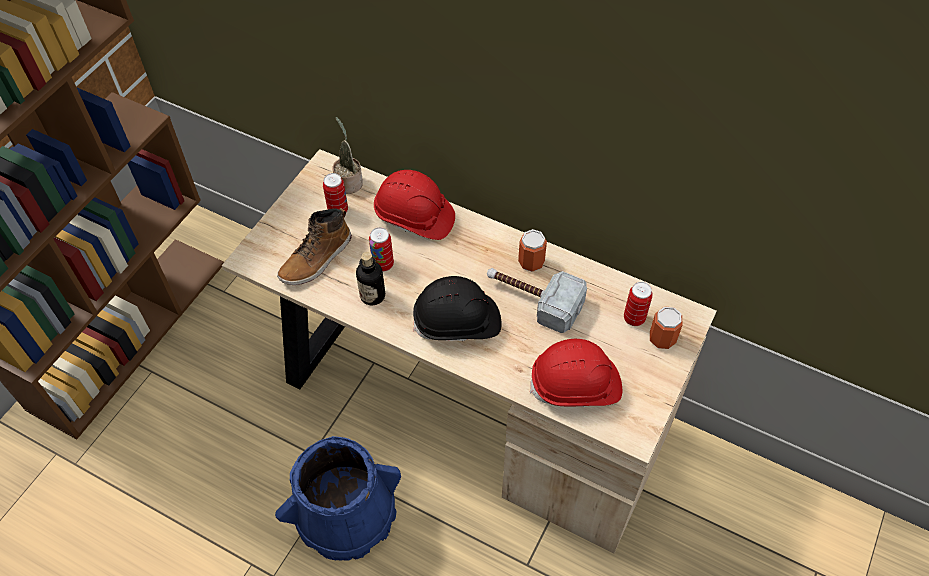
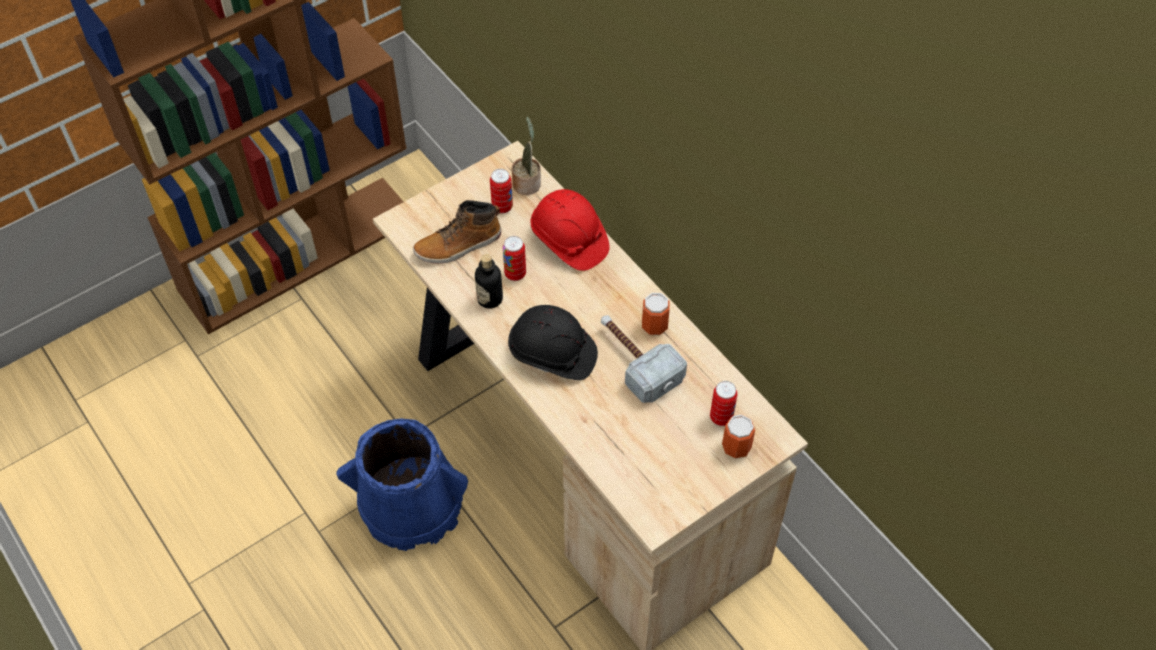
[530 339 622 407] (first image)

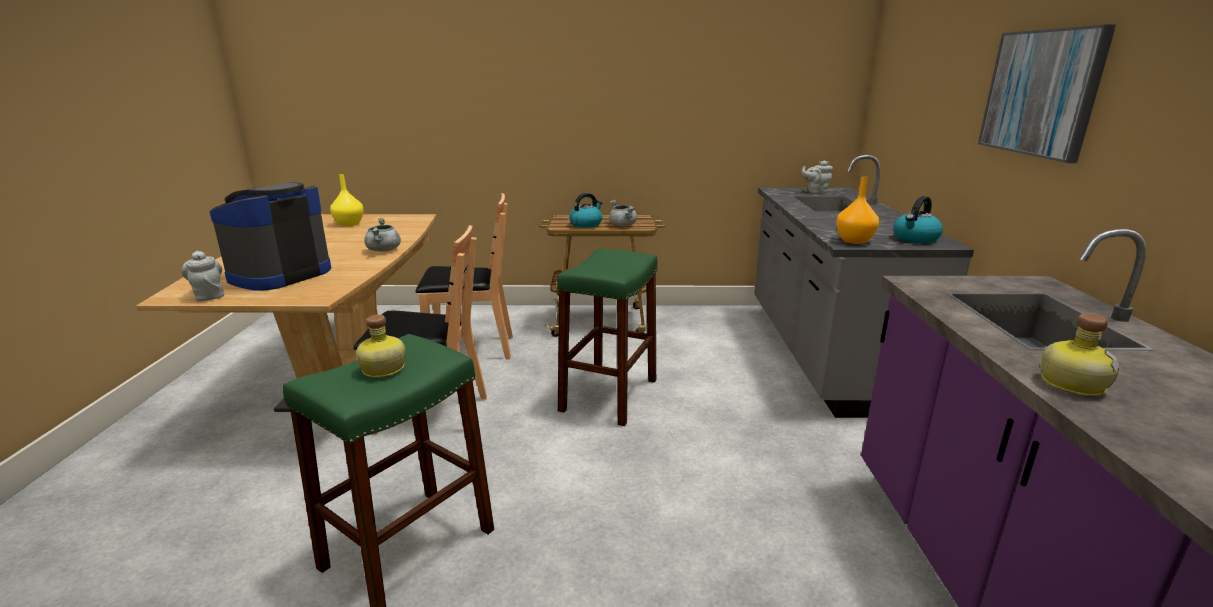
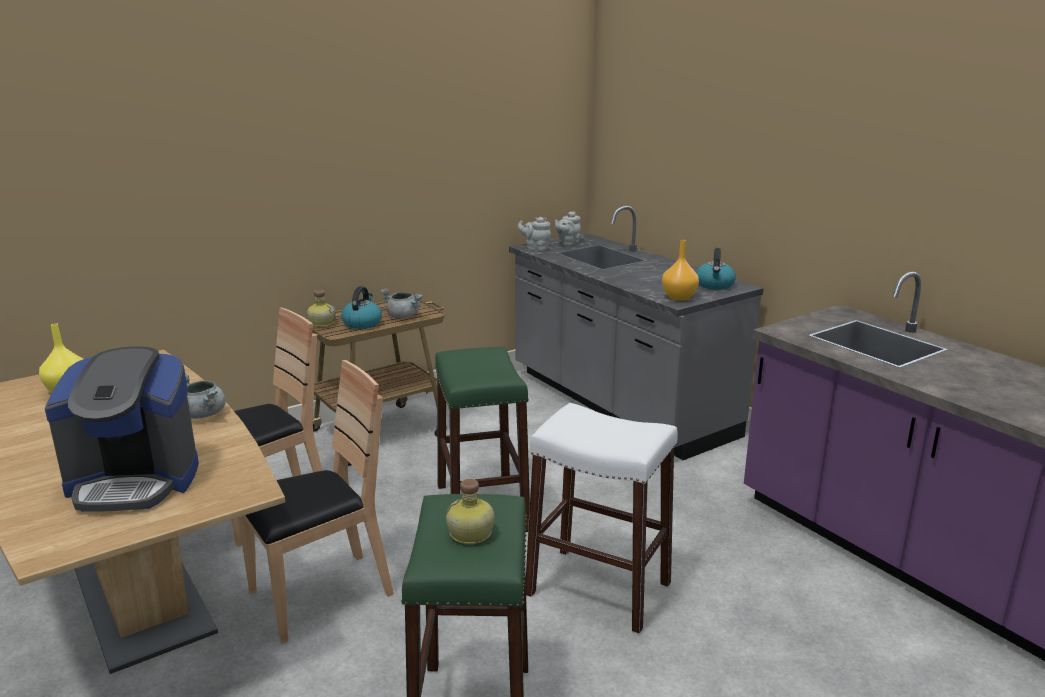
[45 346 199 512]
[307 290 336 327]
[517 217 551 251]
[526 403 678 634]
[978 25 1116 163] (first image)

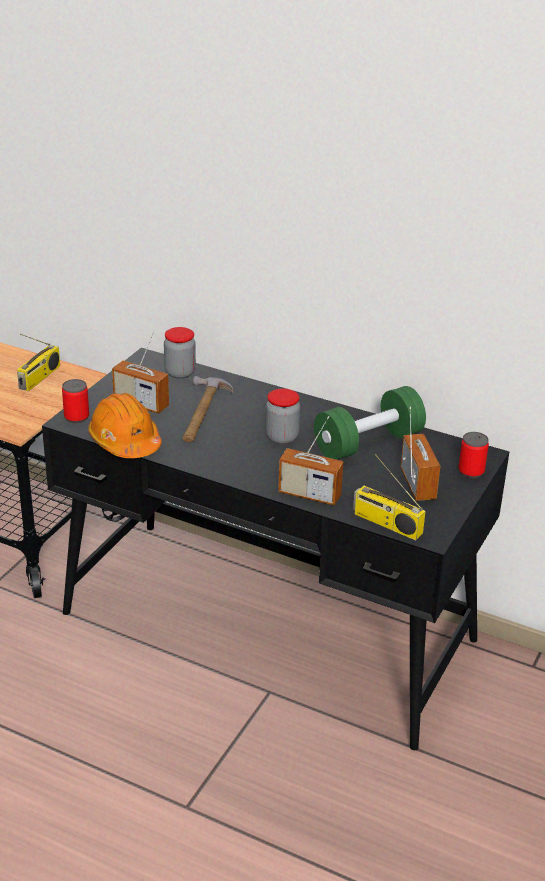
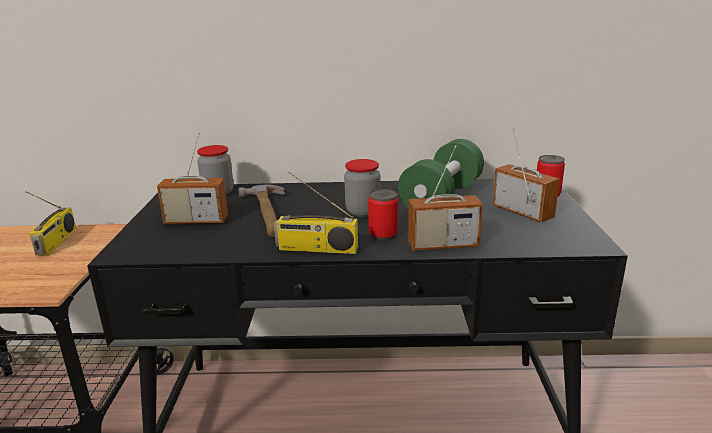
[274 172 358 254]
[368 189 398 241]
[88 393 162 458] (first image)

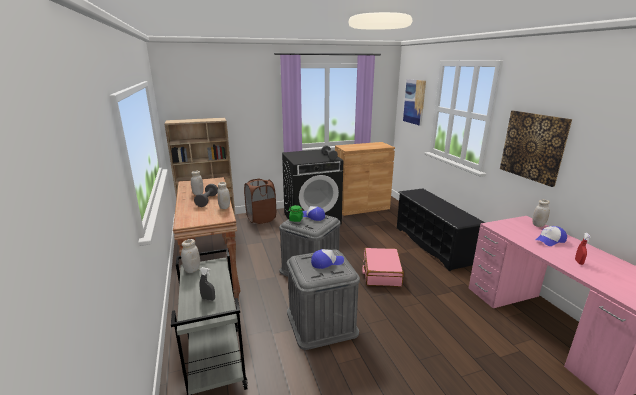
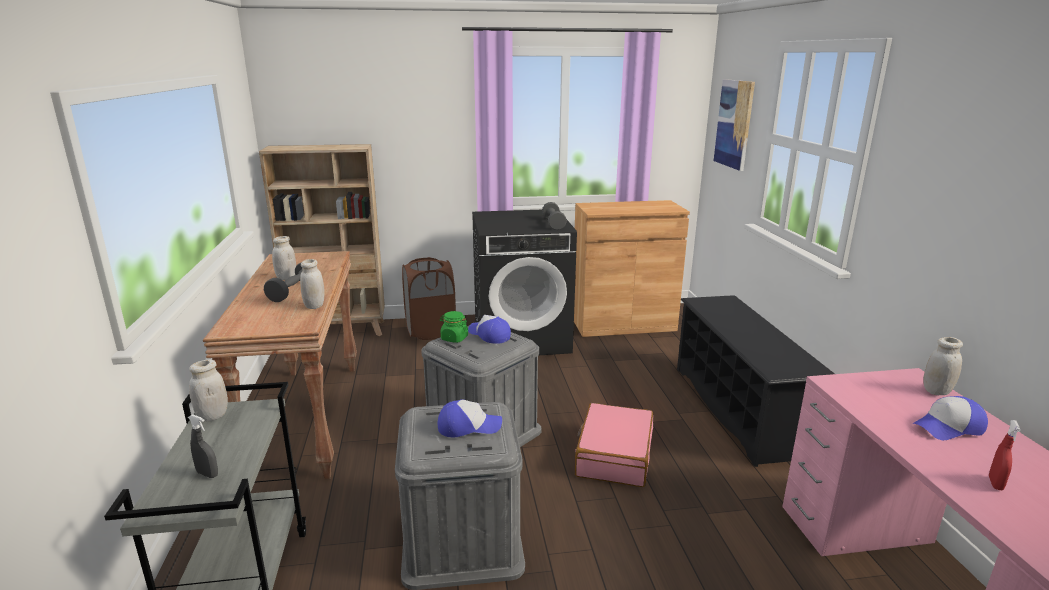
[500 110 572 187] (first image)

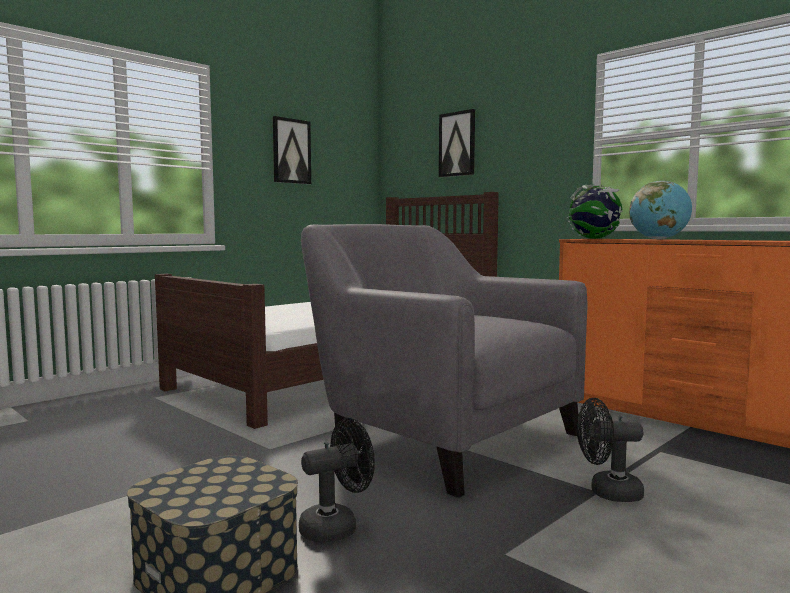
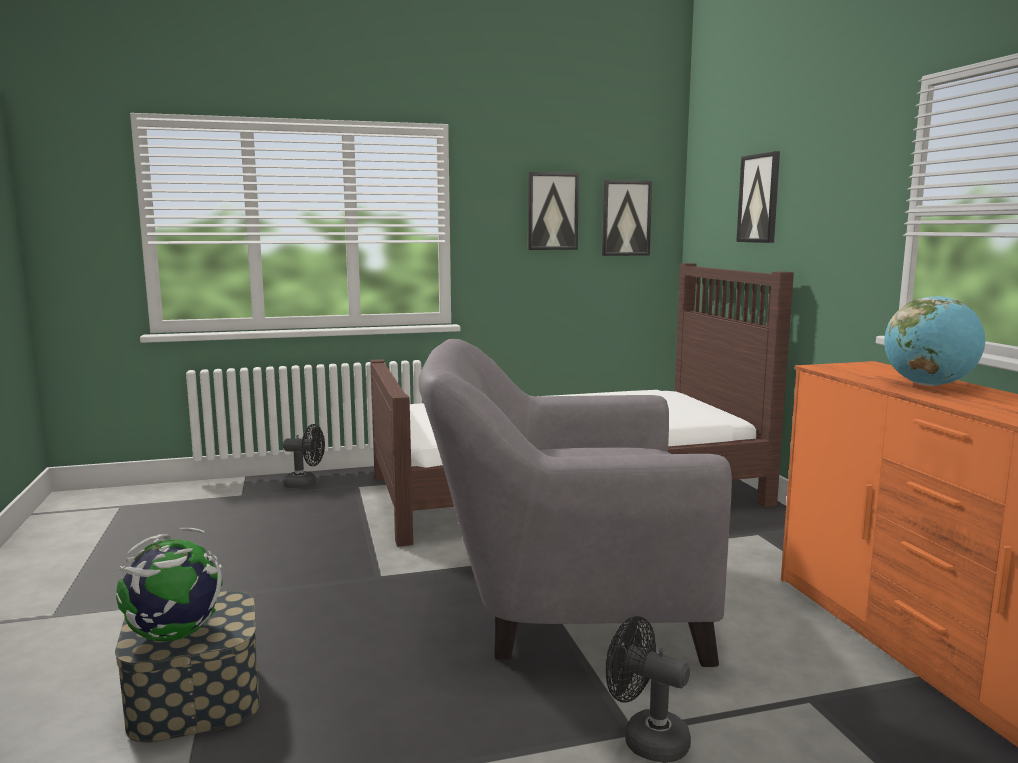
[116 528 223 642]
[283 424 325 489]
[418 339 732 667]
[602 180 652 256]

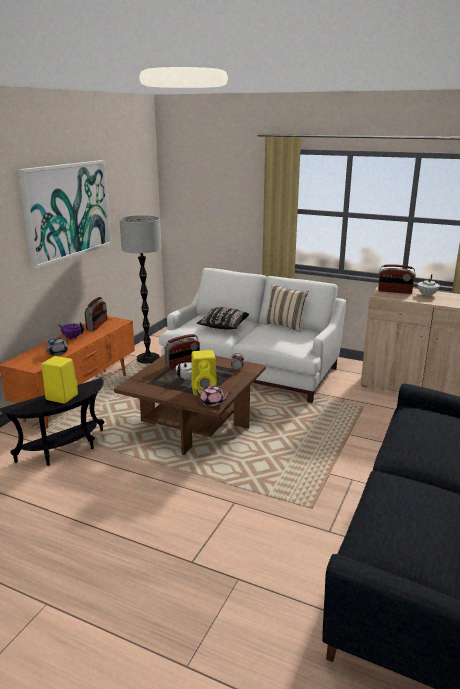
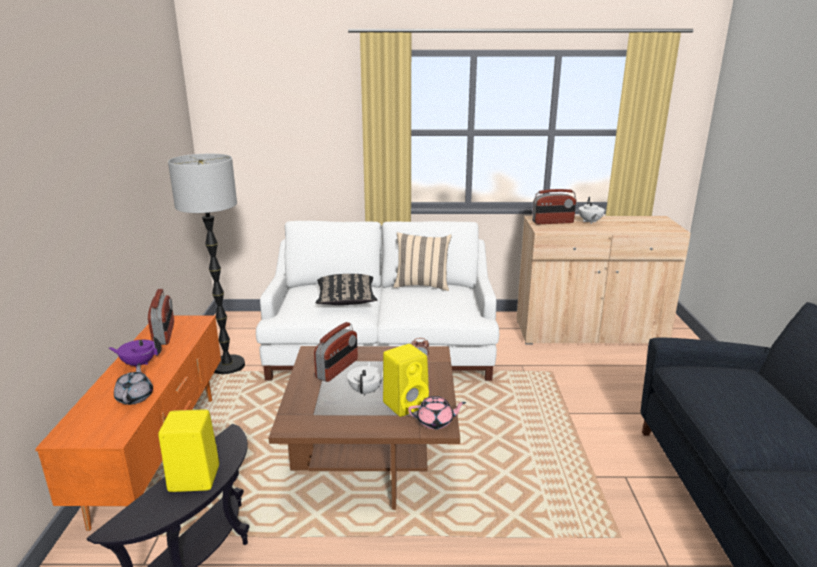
[18 160 112 269] (first image)

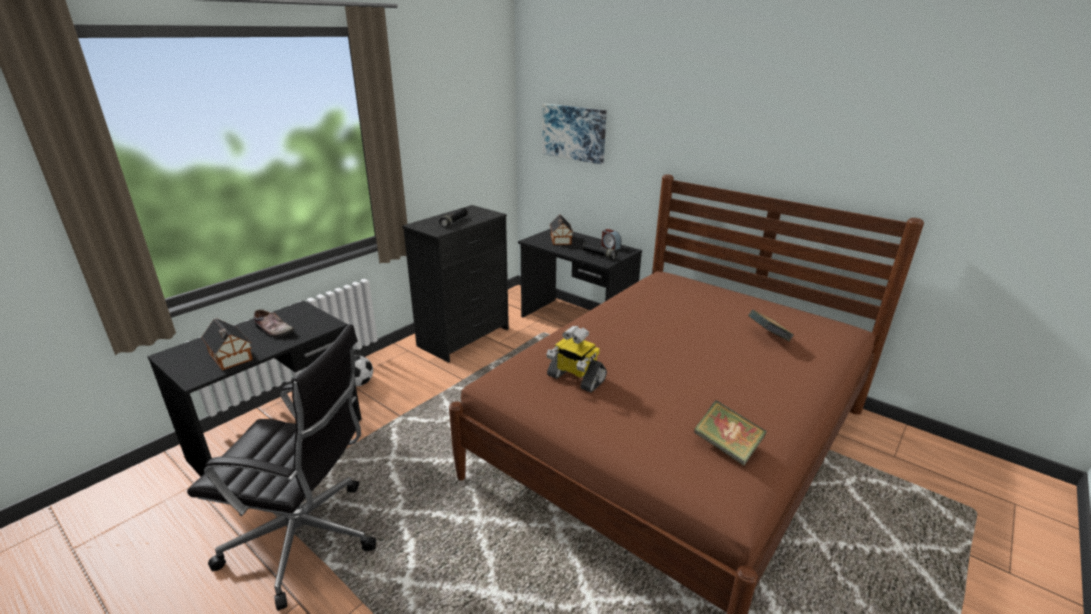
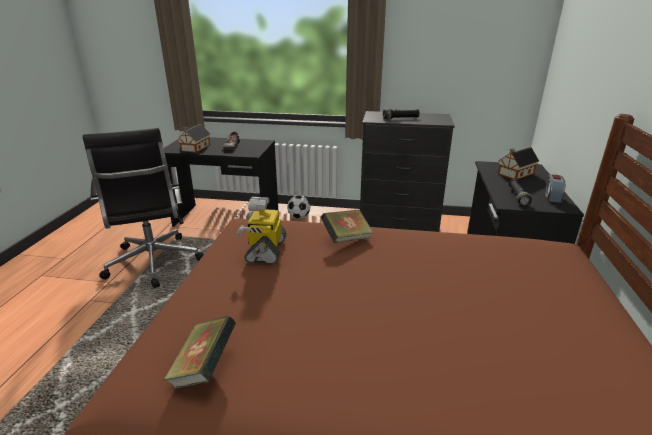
[321 209 374 243]
[542 104 607 164] (first image)

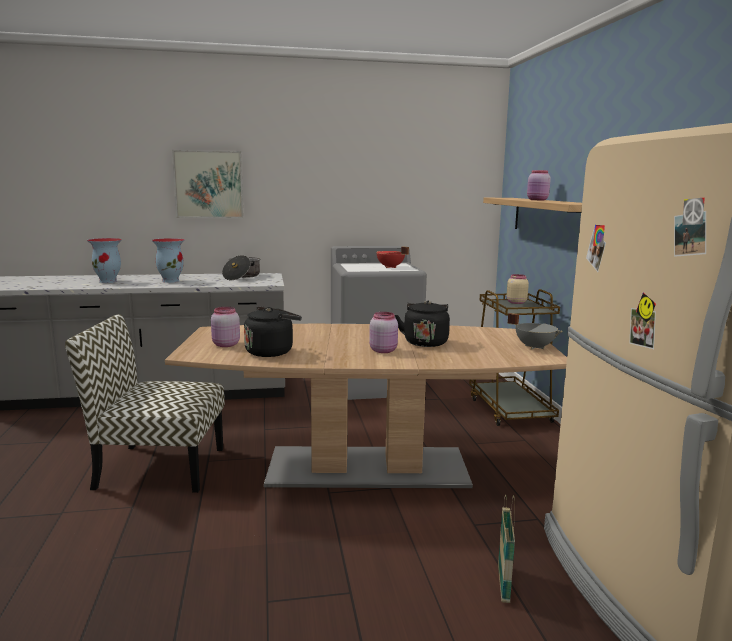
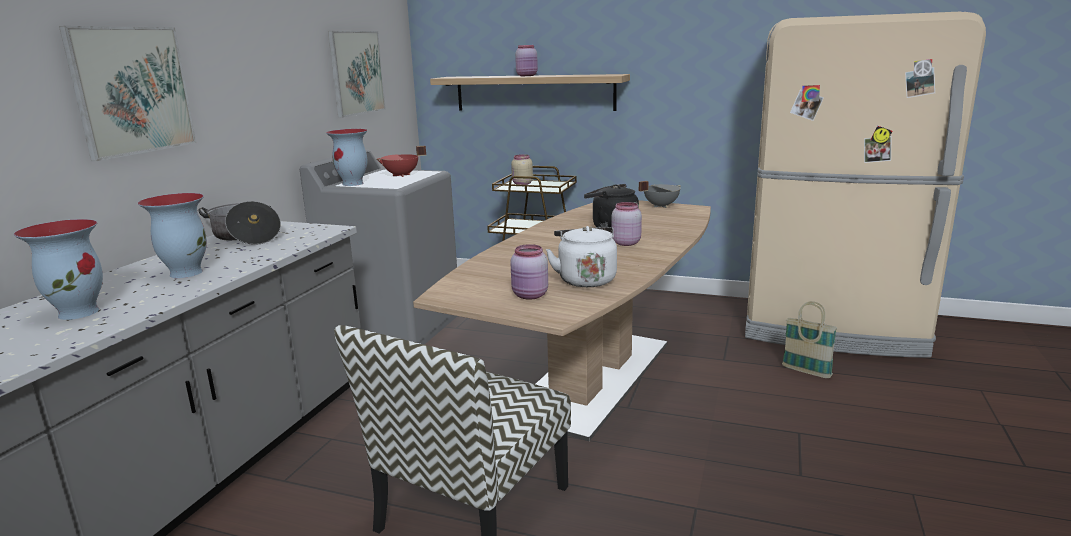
[326 129 368 186]
[328 31 386 118]
[546 226 617 287]

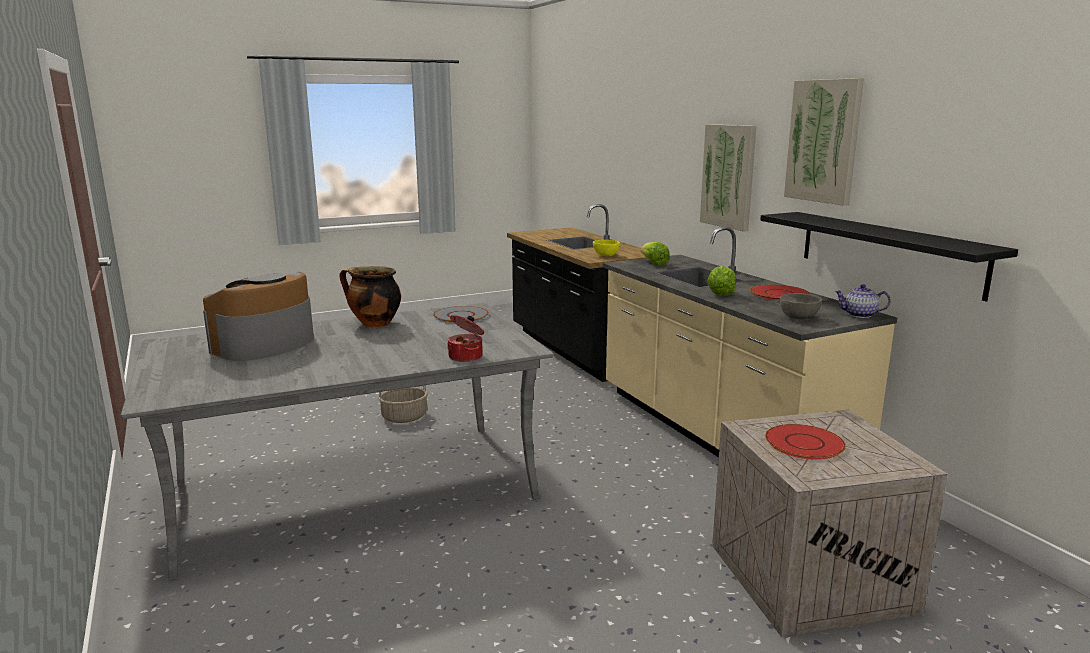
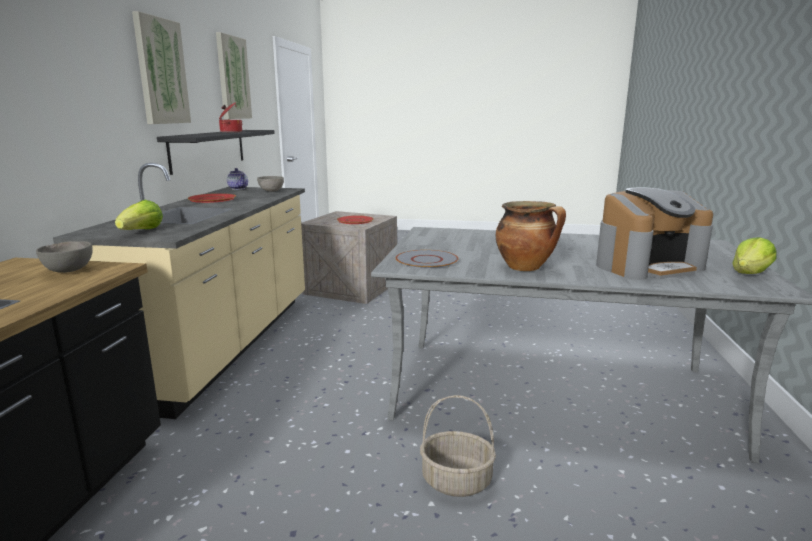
[36 241 93 273]
[216 32 252 119]
[219 102 242 133]
[733 237 777 274]

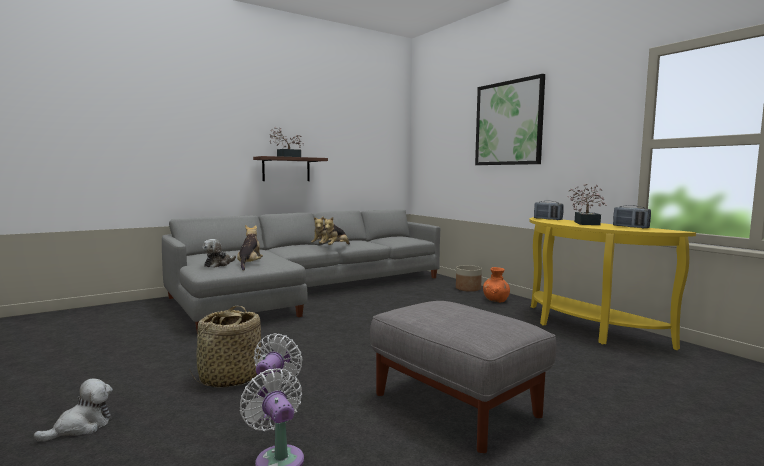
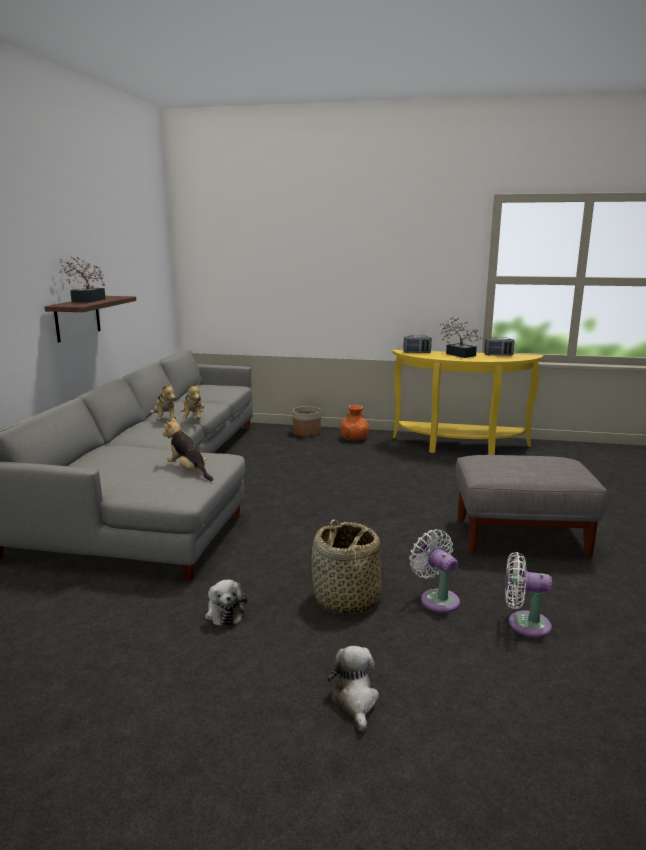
[205 580 247 627]
[475 74 545 165] (first image)

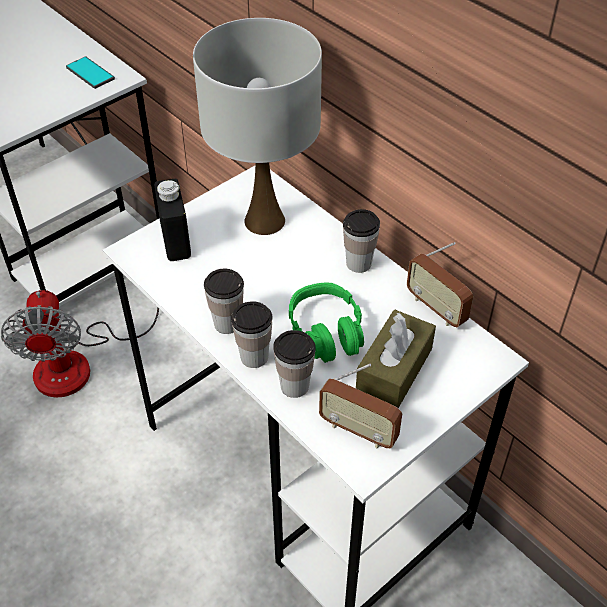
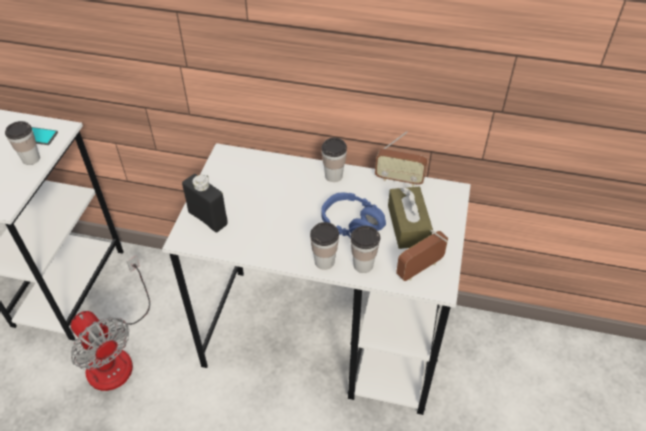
[5 121 40 165]
[321 192 386 239]
[396 230 448 281]
[193 18 322 235] (first image)

